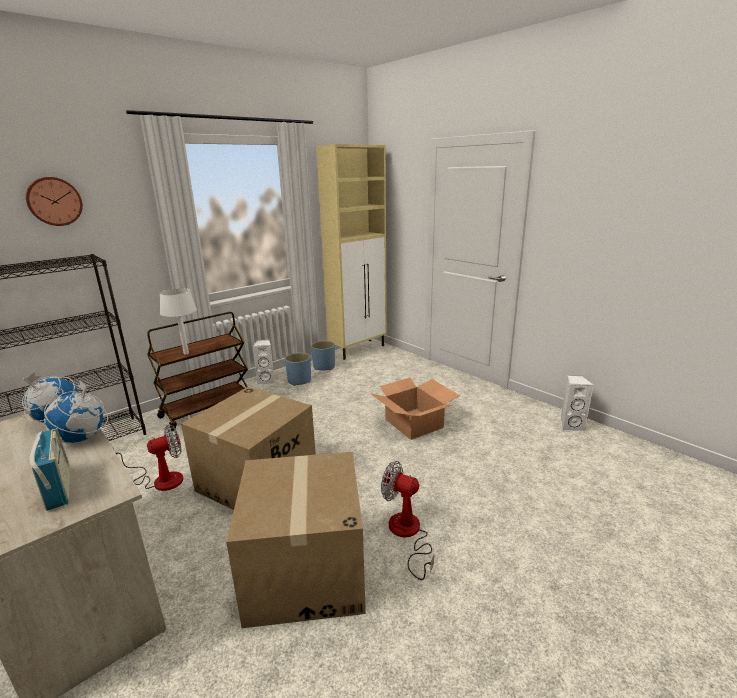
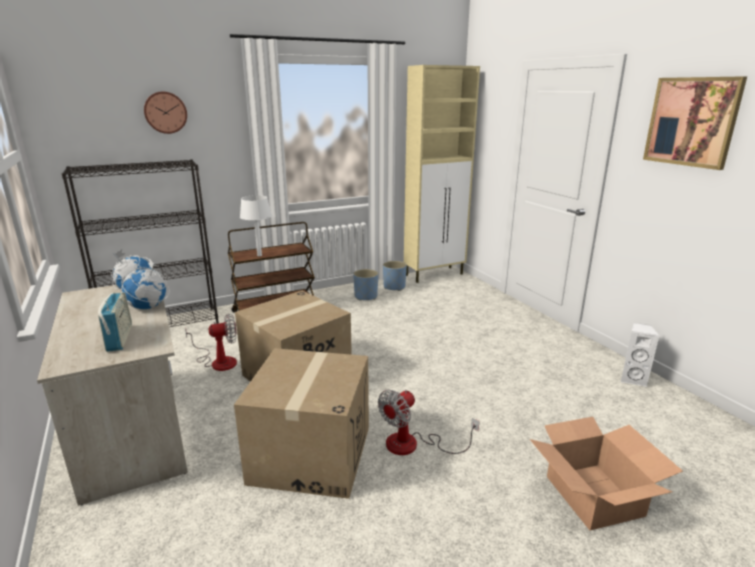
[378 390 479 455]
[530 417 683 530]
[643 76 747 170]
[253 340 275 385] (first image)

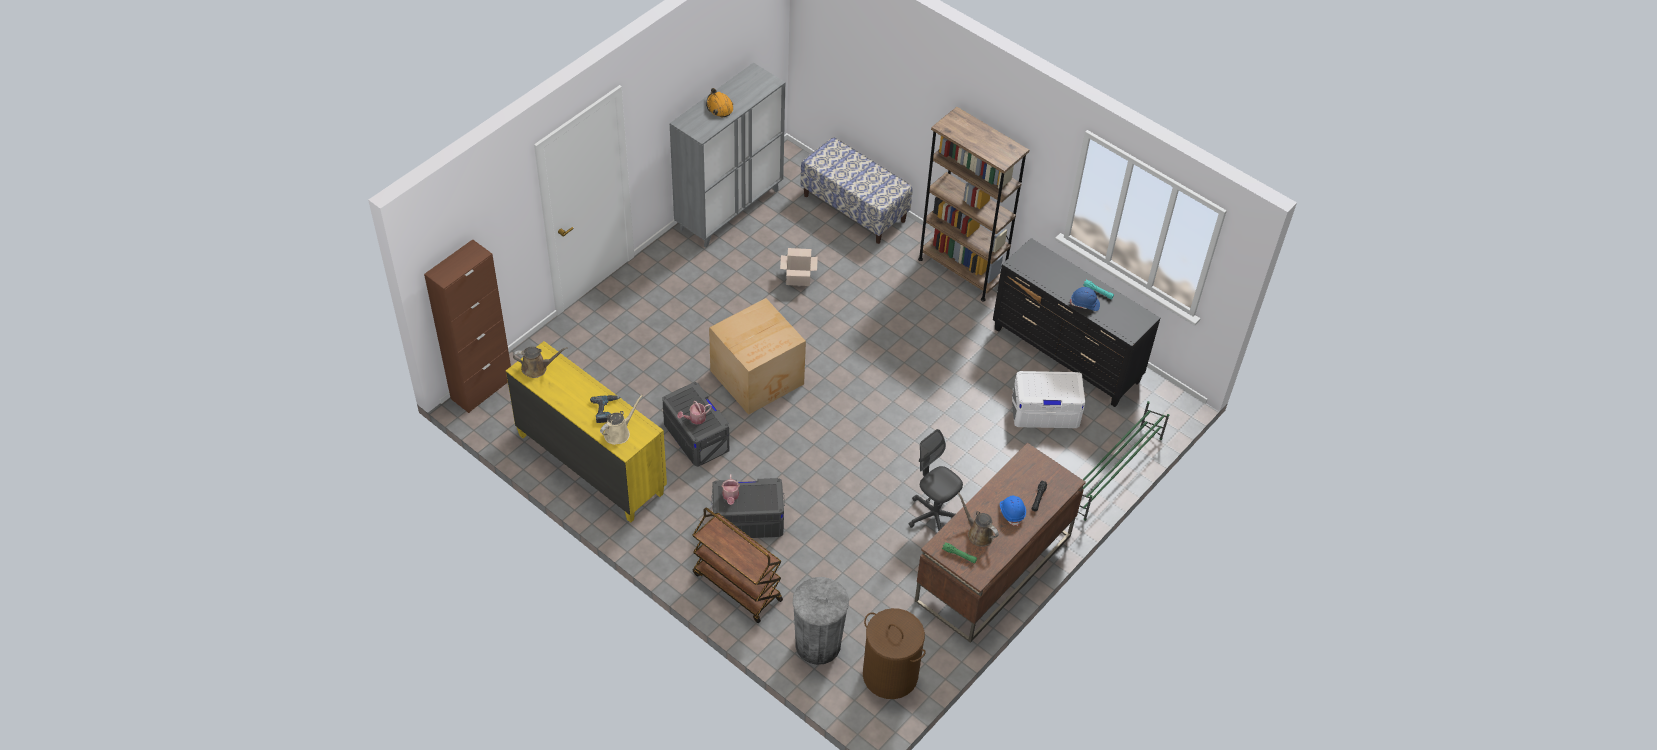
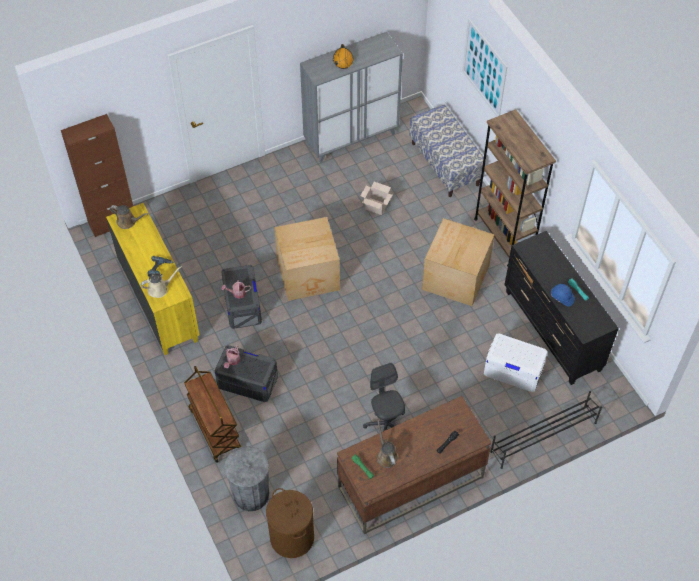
[422 218 495 306]
[462 18 507 117]
[490 391 602 469]
[1000 496 1026 526] (first image)

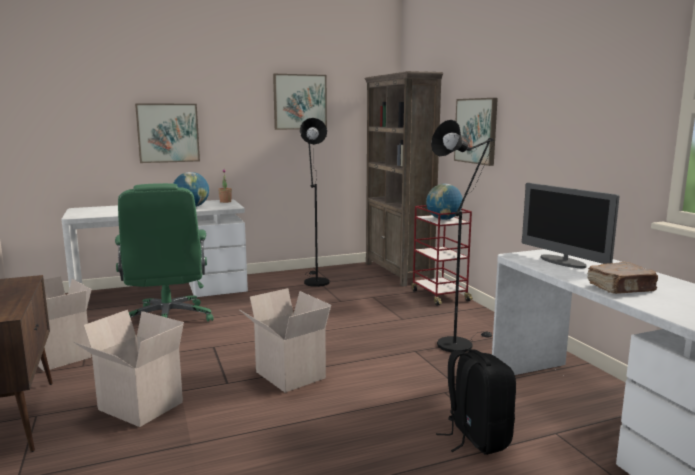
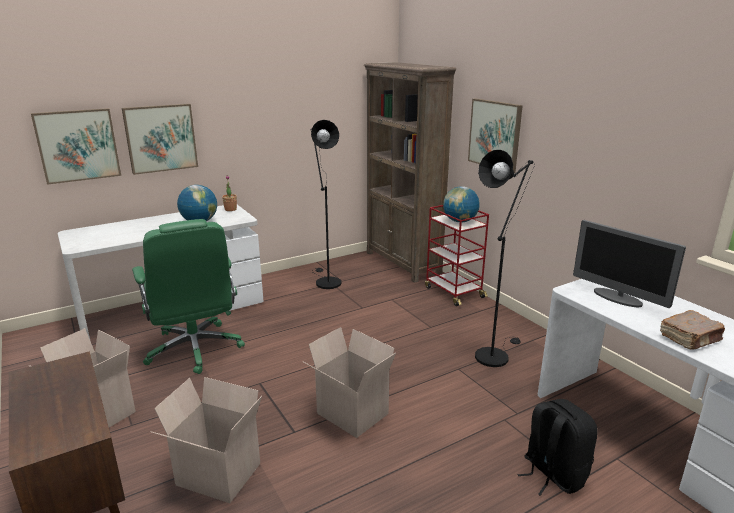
[31 108 121 185]

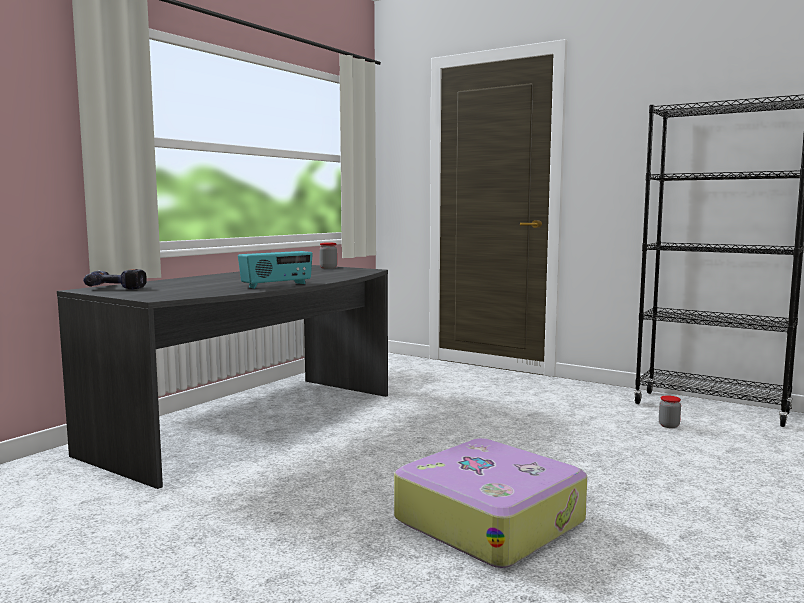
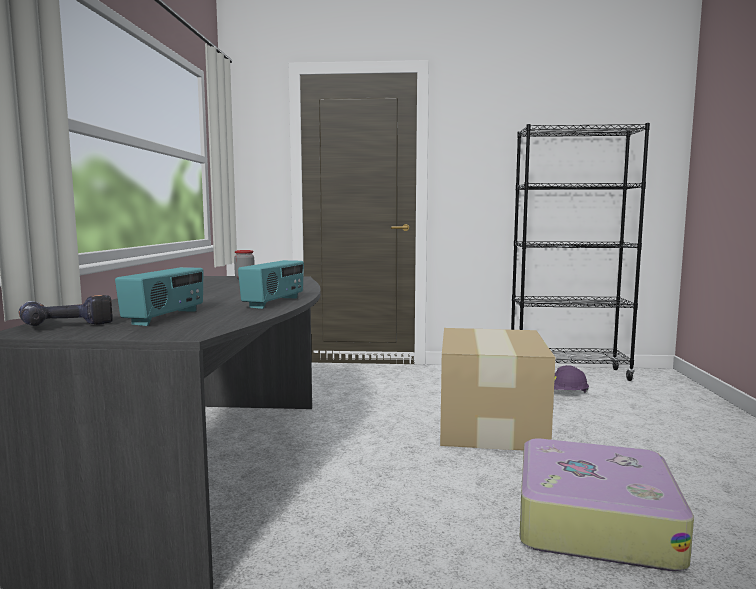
[115 267 203 326]
[440 328 555 450]
[554 365 589 393]

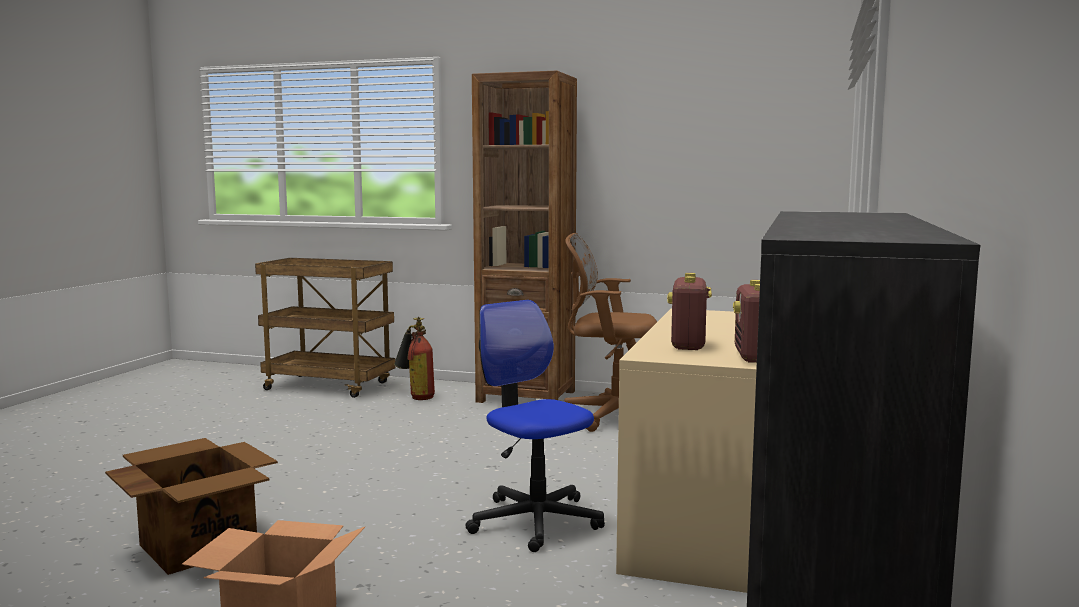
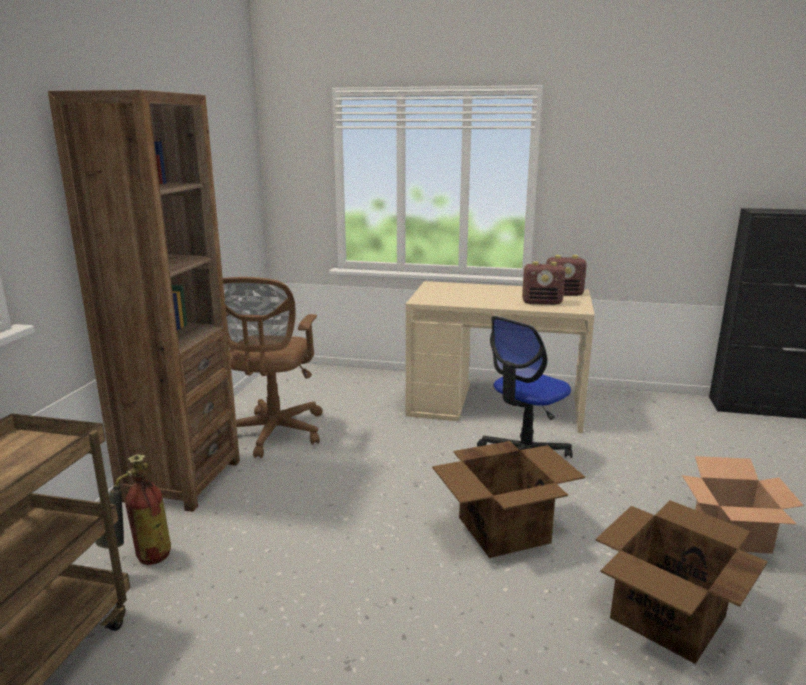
[432 441 585 558]

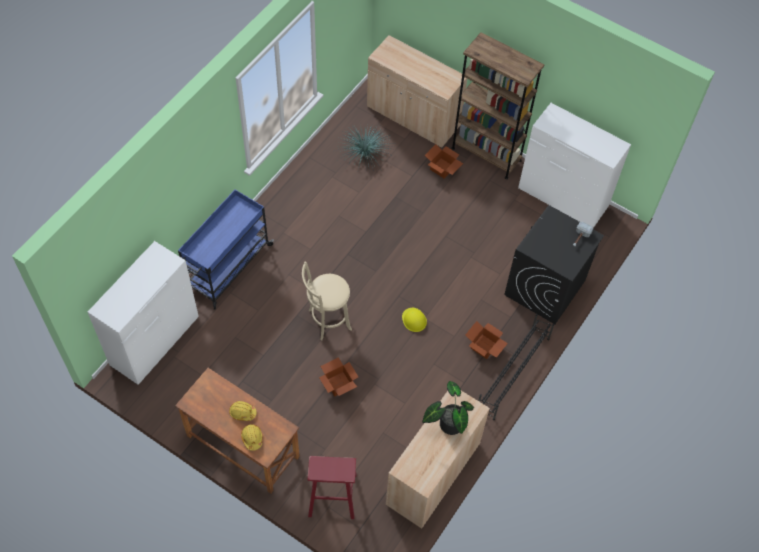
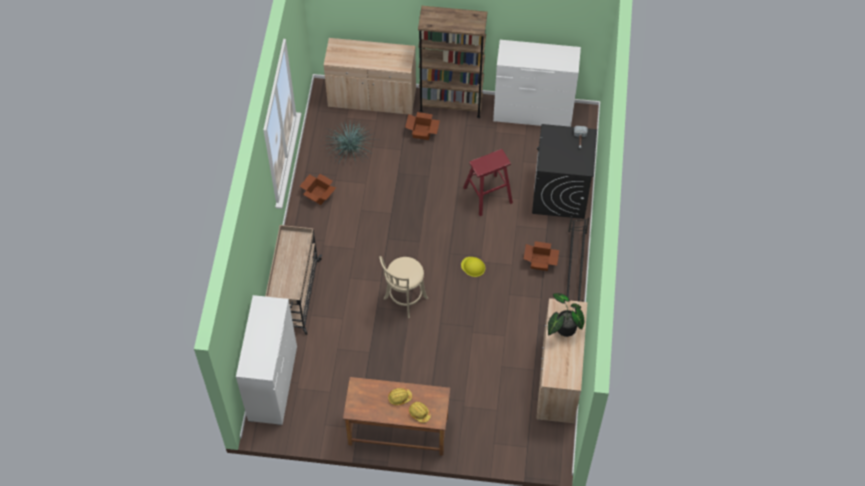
[265 225 322 335]
[299 174 336 205]
[463 149 513 216]

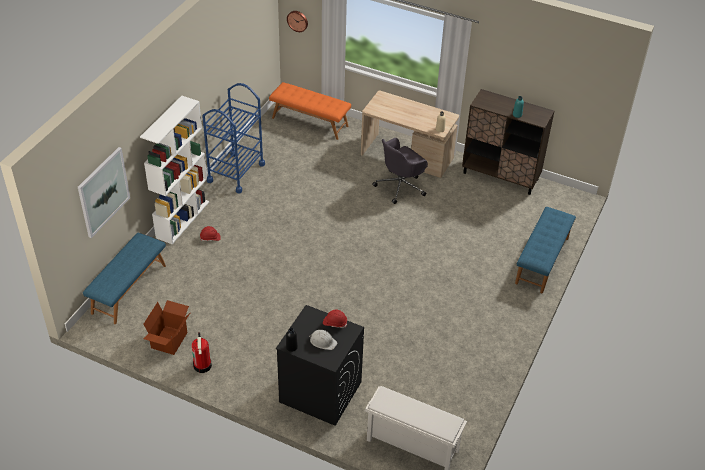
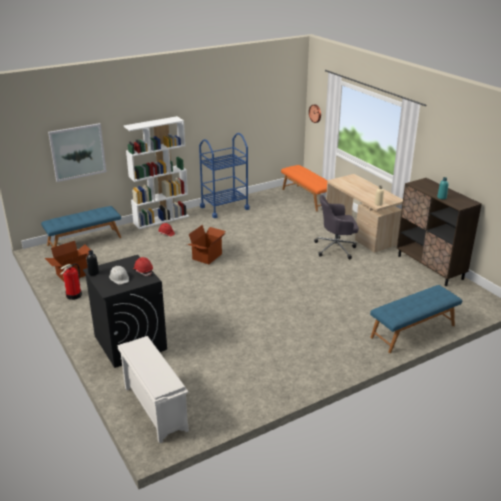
[187 225 226 264]

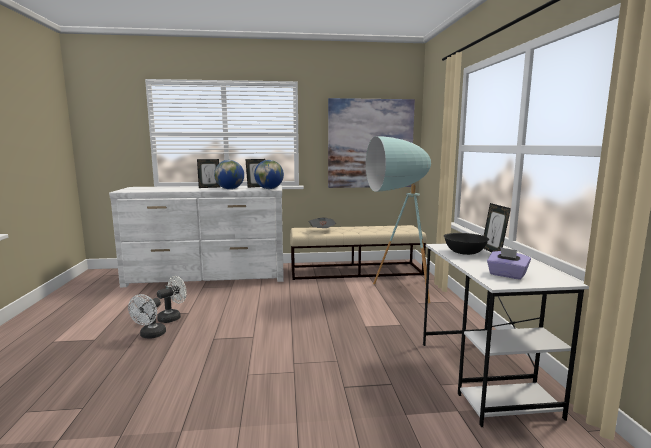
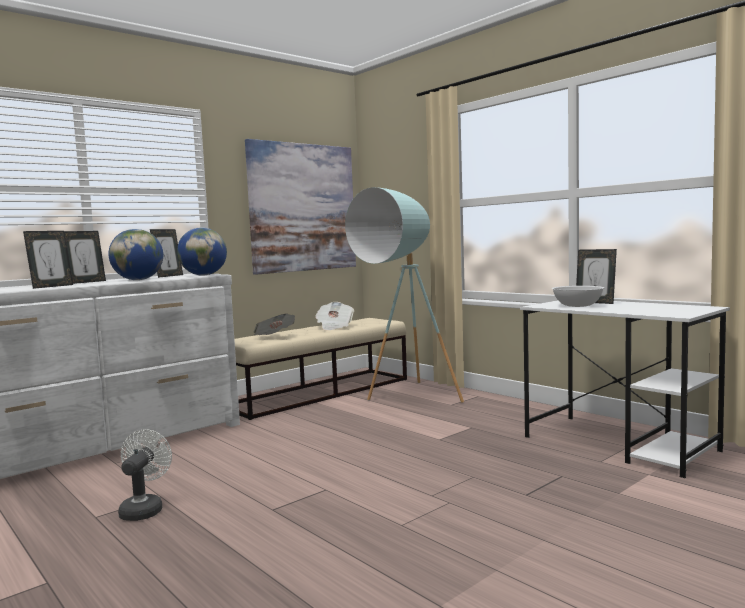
[23 231 73 289]
[315 302 354 330]
[552 286 604 307]
[128 294 166 338] (first image)
[487 247 531 280] (first image)

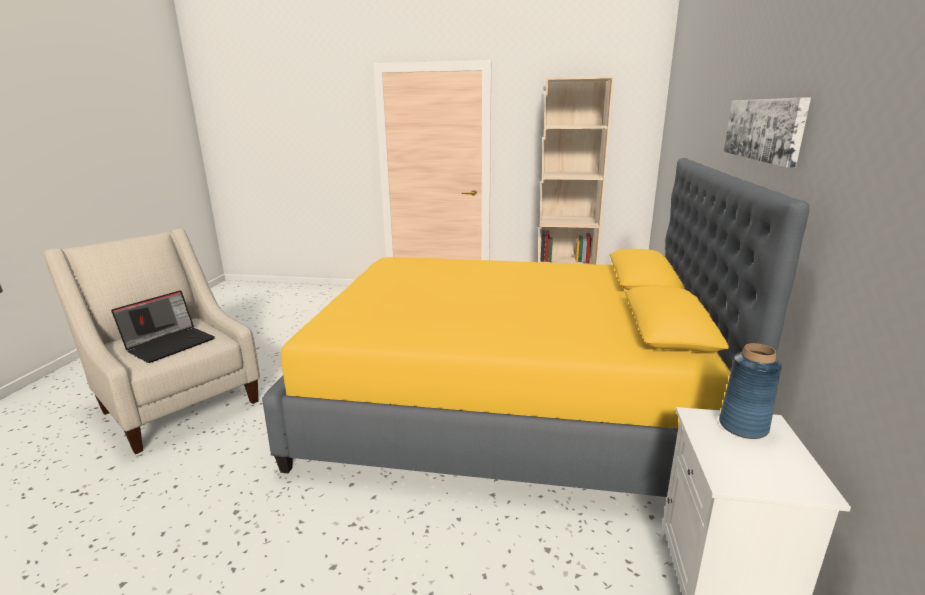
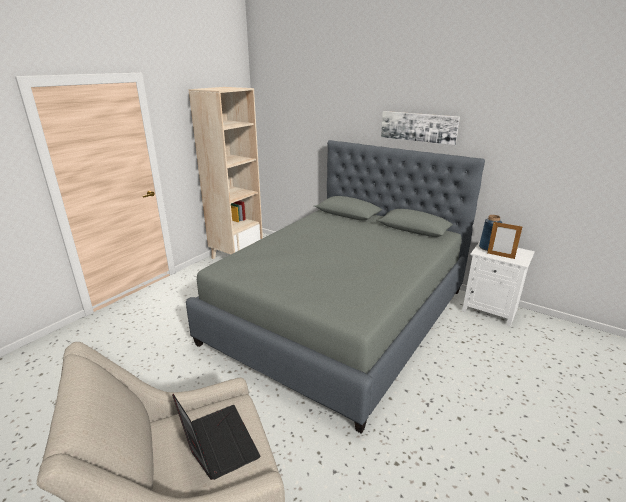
[186 140 485 434]
[487 221 522 259]

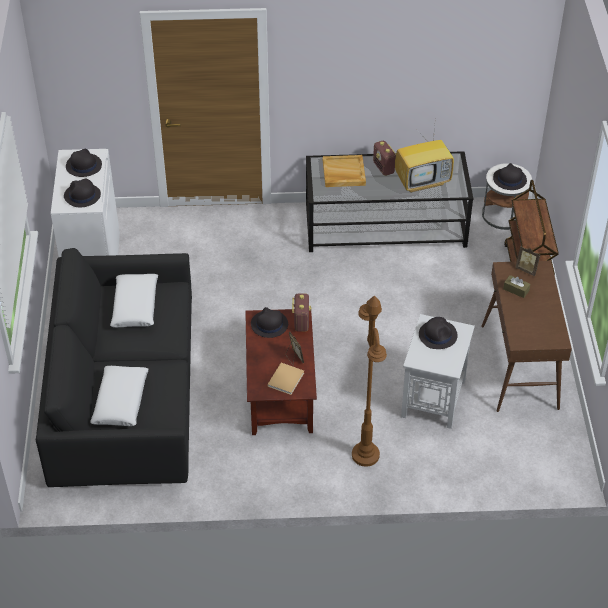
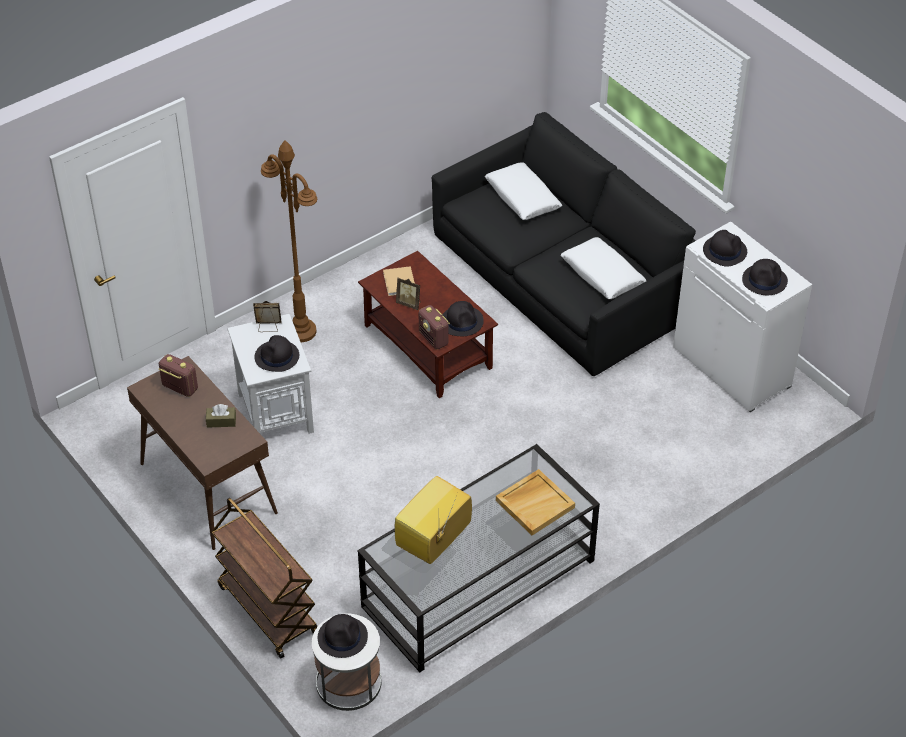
[159 354 198 397]
[253 301 282 332]

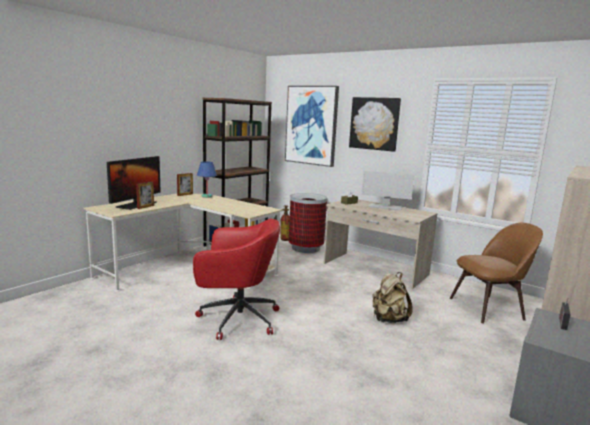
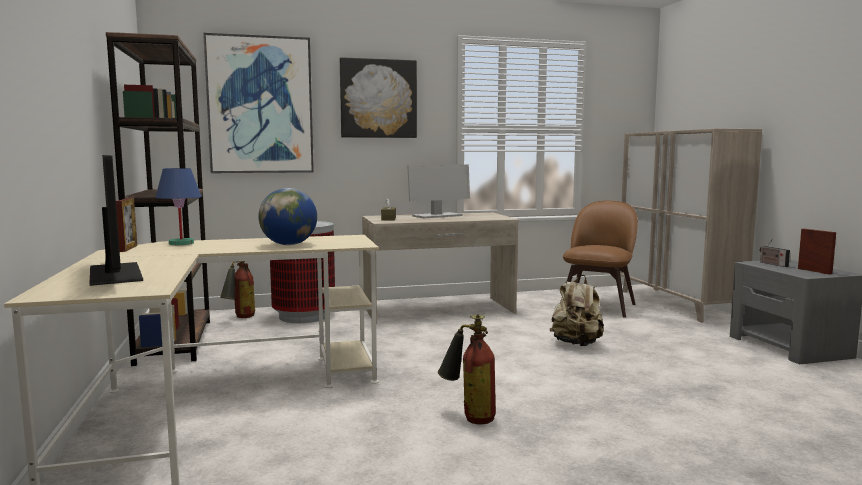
[258 188 317 245]
[438 314 496 424]
[798 229 836 275]

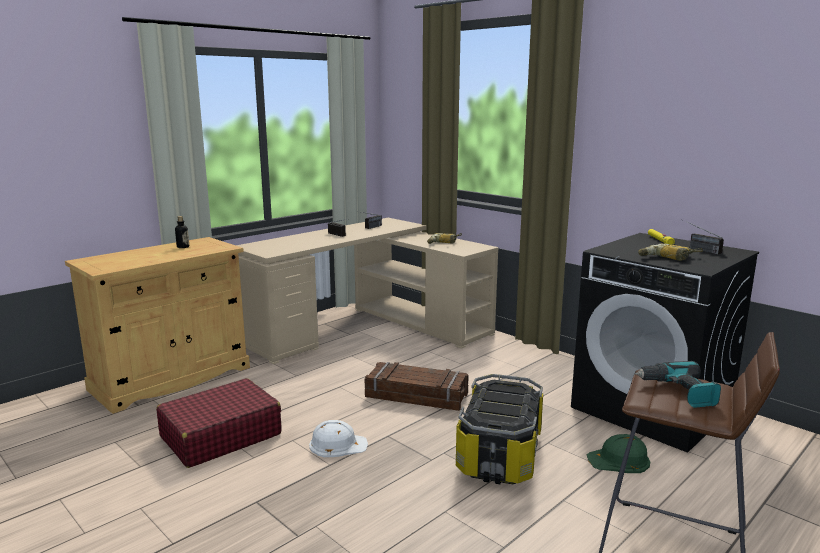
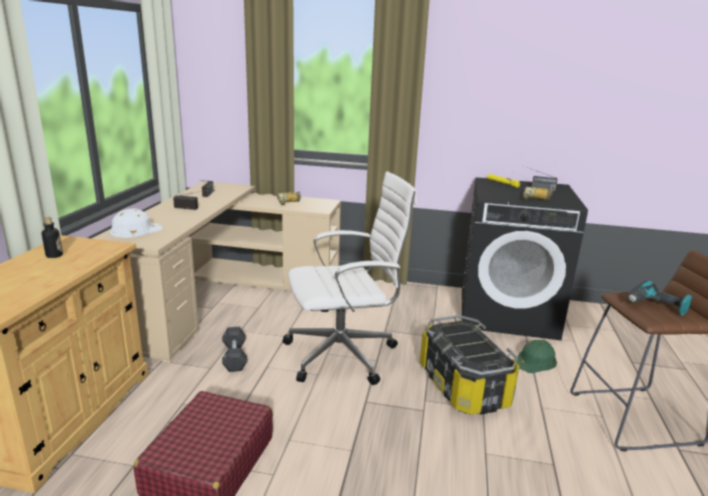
[109 208 163 238]
[222 327 248 372]
[283 171 417 385]

